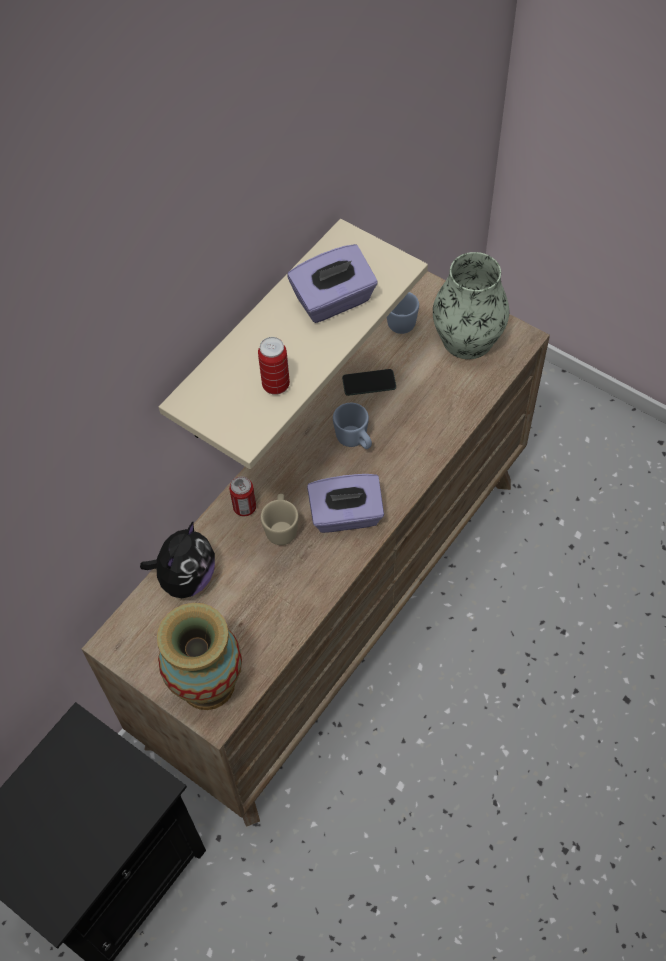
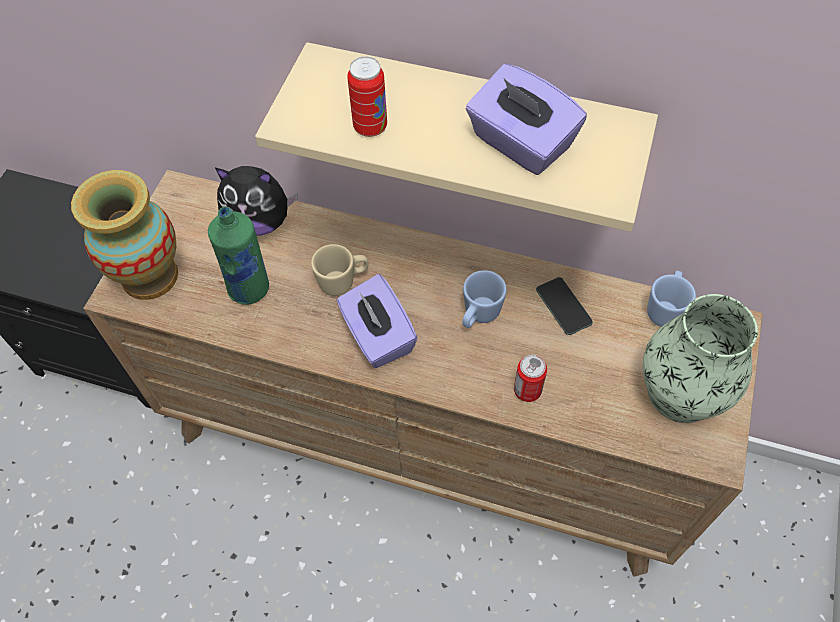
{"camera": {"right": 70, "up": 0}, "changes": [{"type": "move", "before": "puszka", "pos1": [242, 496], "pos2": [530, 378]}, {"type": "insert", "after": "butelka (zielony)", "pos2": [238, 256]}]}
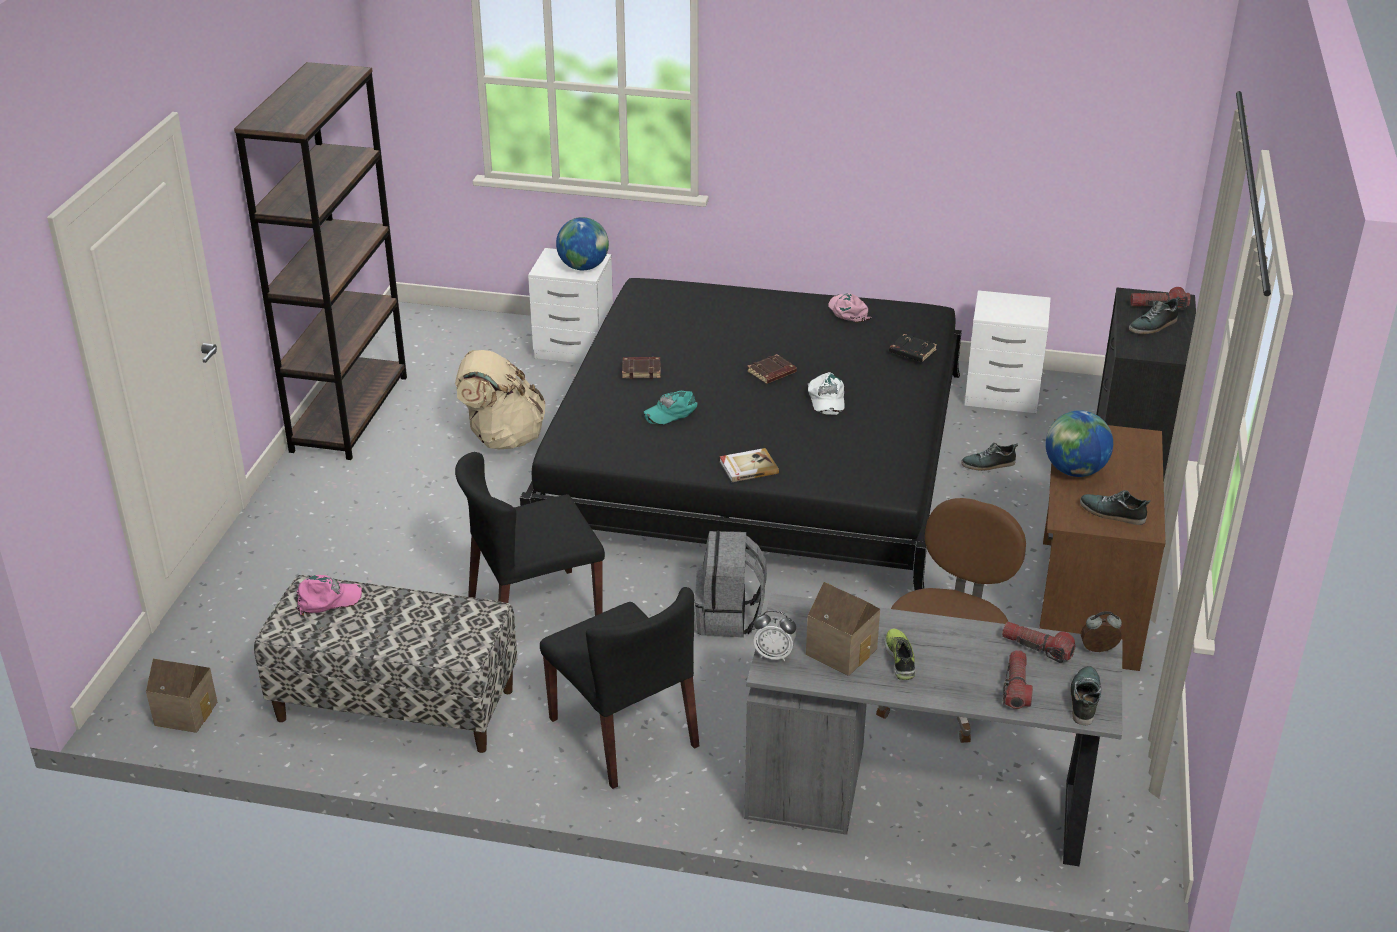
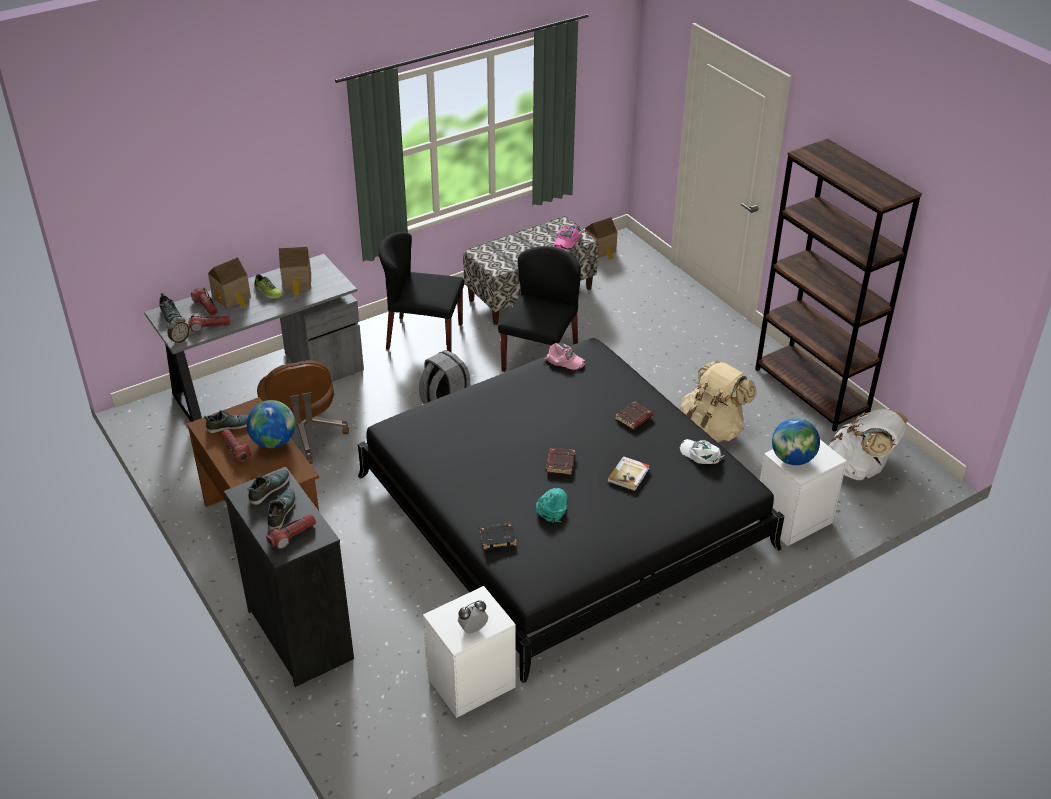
{"camera": {"right": 135, "up": 5}, "changes": [{"type": "move", "before": "czapka z daszkiem (turkusowy)", "pos1": [670, 408], "pos2": [552, 505]}, {"type": "move", "before": "książka", "pos1": [749, 465], "pos2": [628, 473]}, {"type": "move", "before": "budzik", "pos1": [774, 636], "pos2": [473, 617]}, {"type": "move", "before": "czapka z daszkiem (biały)", "pos1": [826, 393], "pos2": [702, 451]}, {"type": "move", "before": "czapka z daszkiem (różowy)", "pos1": [850, 307], "pos2": [565, 356]}, {"type": "move", "before": "but", "pos1": [989, 457], "pos2": [268, 487]}, {"type": "insert", "after": "domek", "pos2": [229, 282]}, {"type": "insert", "after": "latarka", "pos2": [236, 445]}, {"type": "insert", "after": "plecak (biały)", "pos2": [868, 444]}]}
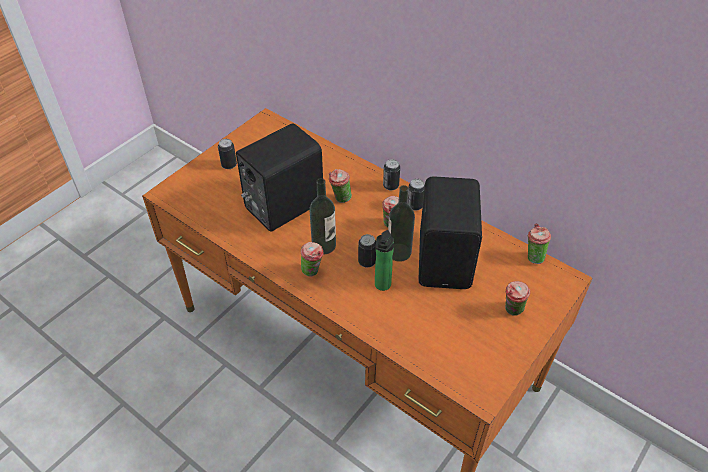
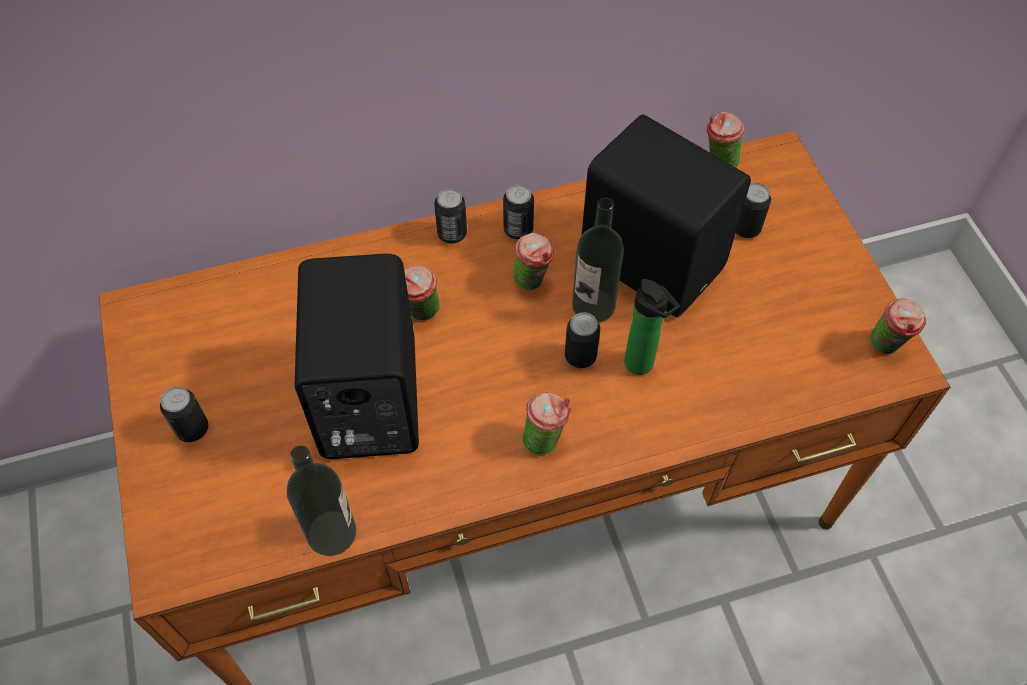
{"camera": {"right": -55, "up": 10}, "changes": [{"type": "move", "before": "butelka", "pos1": [322, 216], "pos2": [321, 501]}, {"type": "move", "before": "filiżanka", "pos1": [517, 298], "pos2": [898, 326]}, {"type": "insert", "after": "puszka", "pos2": [753, 210]}]}
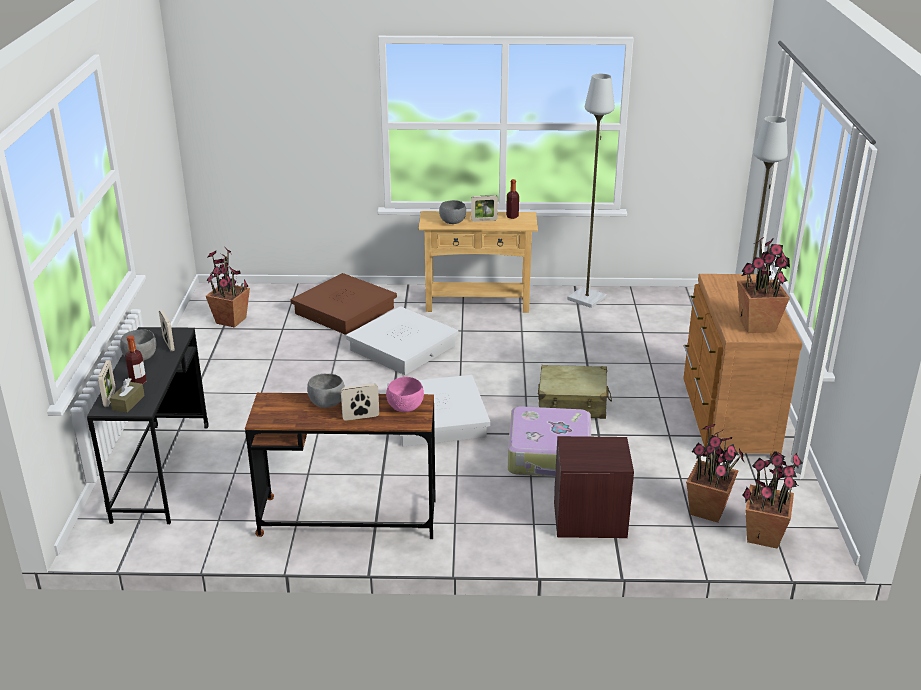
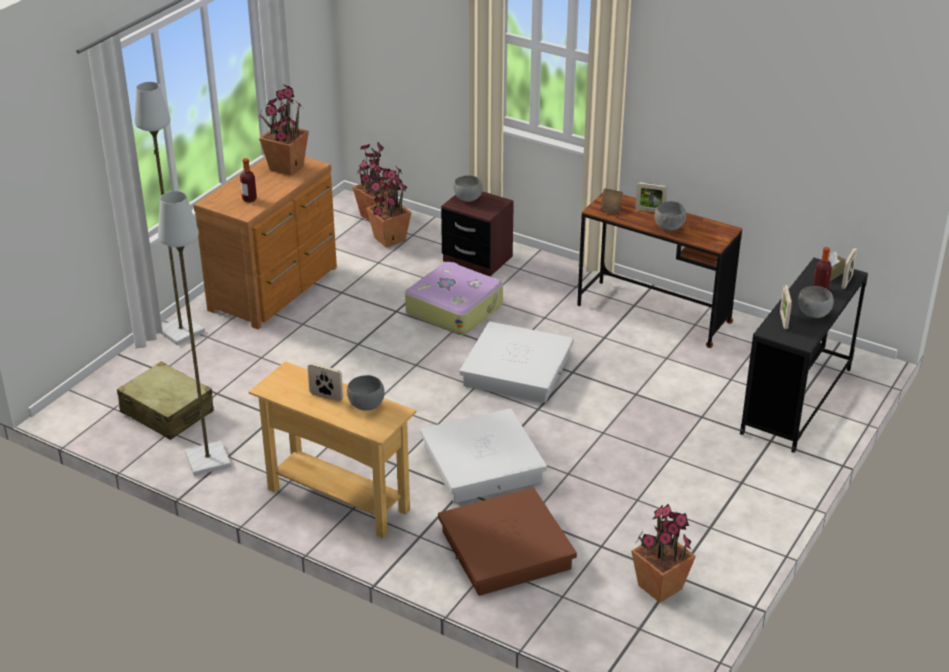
{"camera": {"right": -150, "up": 5}, "changes": [{"type": "replace", "before": "miska (różowy)", "after": "książka (brązowy)", "pos1": [405, 394], "pos2": [612, 201]}, {"type": "move", "before": "butelka", "pos1": [512, 199], "pos2": [248, 180]}, {"type": "move", "before": "walizka (beżowy)", "pos1": [575, 392], "pos2": [165, 400]}, {"type": "insert", "after": "miska (szary)", "pos2": [468, 188]}]}
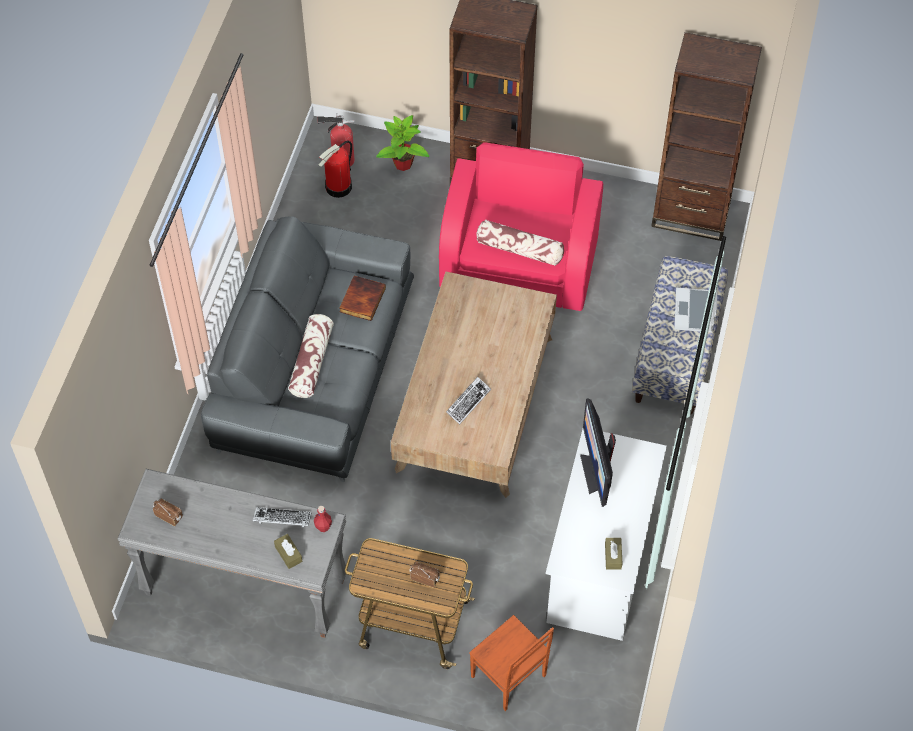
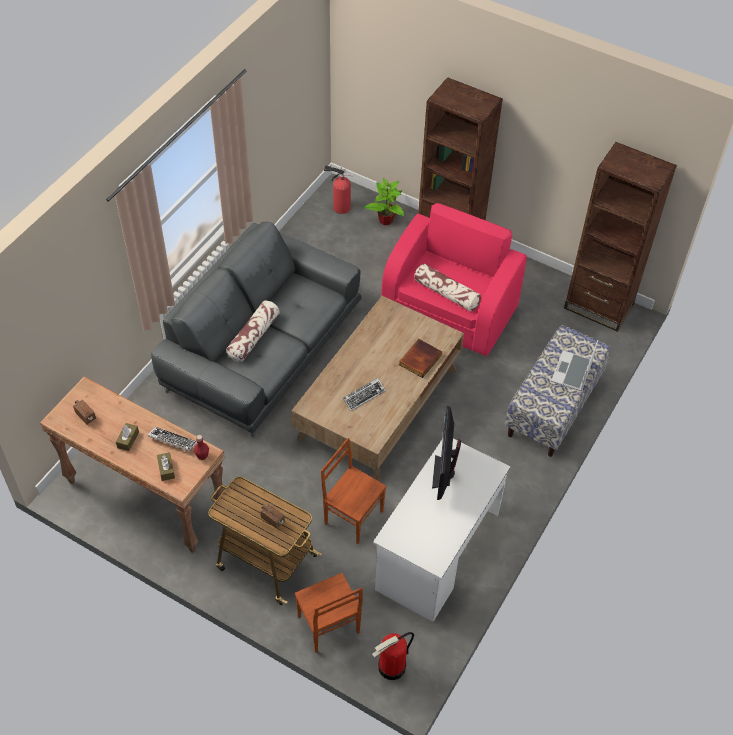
{"camera": {"right": 15, "up": -5}, "changes": [{"type": "recolor", "before": "stolik konsolowy (szary)", "after": "stolik konsolowy (brązowy)", "pos1": [233, 553], "pos2": [132, 465]}, {"type": "move", "before": "gaśnica", "pos1": [335, 169], "pos2": [393, 656]}, {"type": "move", "before": "książka", "pos1": [362, 298], "pos2": [420, 358]}, {"type": "move", "before": "pudełko chusteczek (brązowy)", "pos1": [613, 553], "pos2": [127, 437]}, {"type": "insert", "after": "krzesło (brązowy)", "pos2": [354, 491]}]}
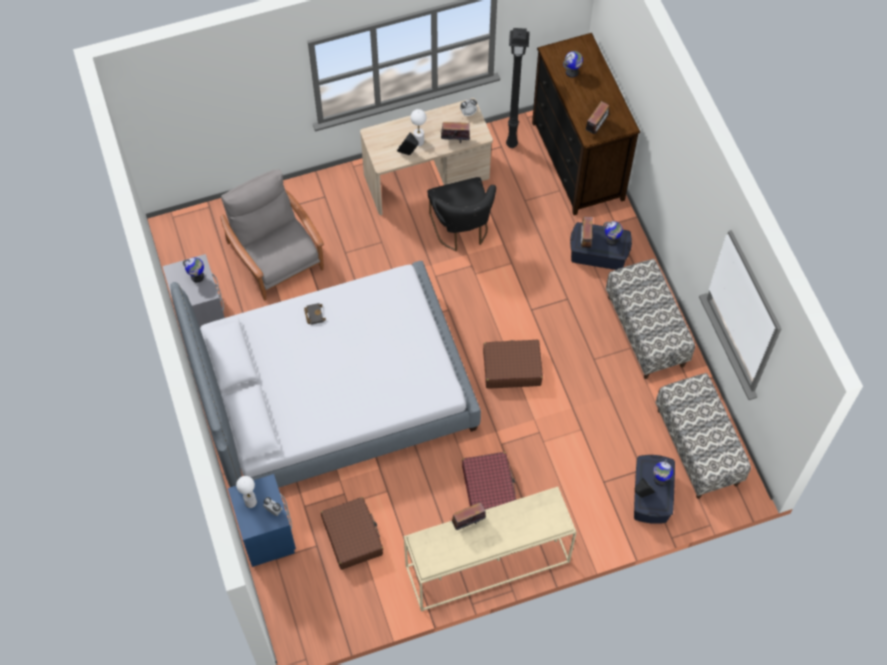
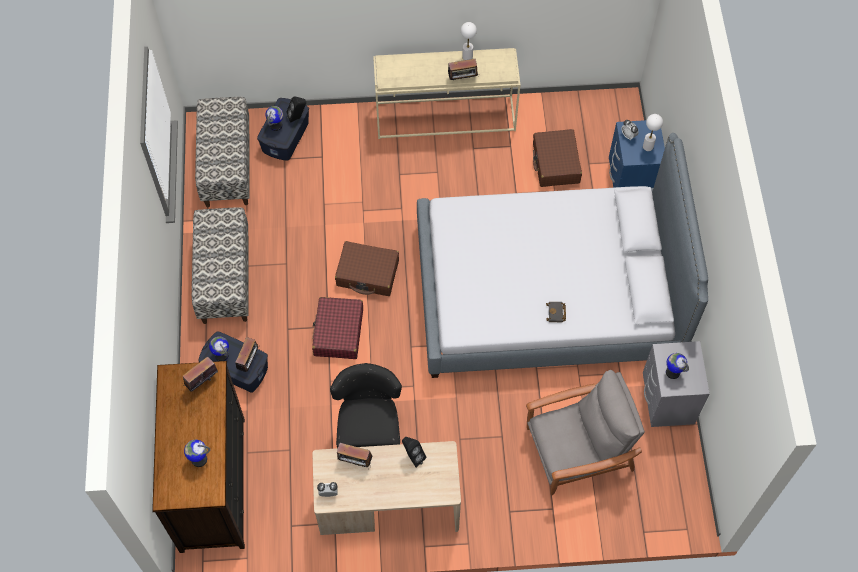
{"camera": {"right": -165, "up": 0}, "changes": [{"type": "rotate", "before": "fotel (szary)", "pos1": [272, 234], "pos2": [585, 432], "turn": -90}, {"type": "move", "before": "lampa stołowa (biały)", "pos1": [418, 127], "pos2": [469, 41]}, {"type": "move", "before": "walizka (czerwony)", "pos1": [489, 481], "pos2": [337, 328]}, {"type": "delete", "before": "lampa stojąca (czarny)", "pos1": [518, 88]}]}
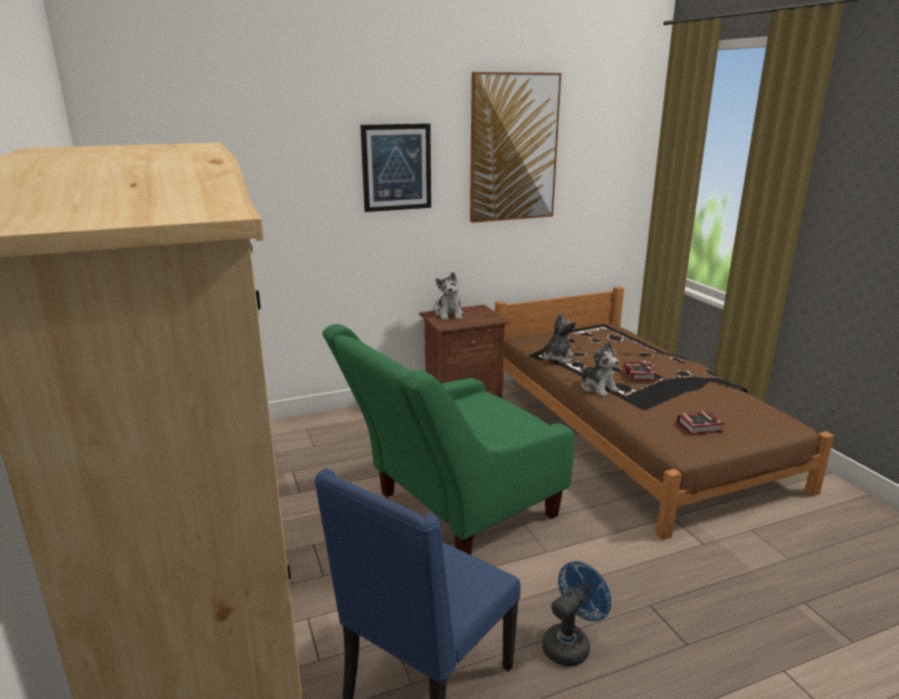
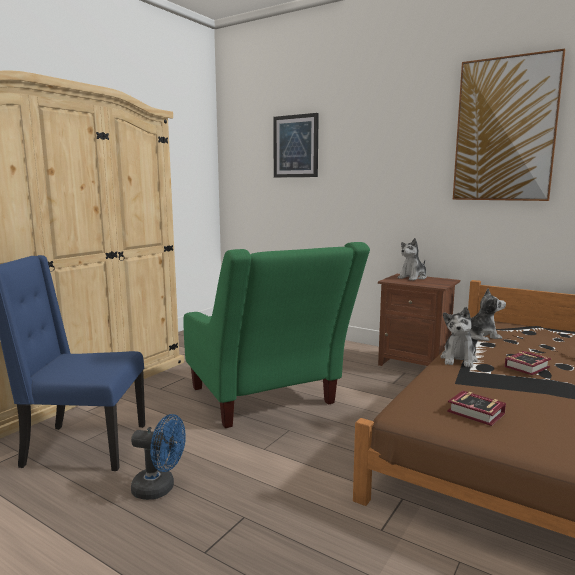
{"camera": {"right": 55, "up": -10}, "changes": [{"type": "rotate", "before": "fotel (zielony)", "pos1": [448, 439], "pos2": [277, 335], "turn": -135}, {"type": "move", "before": "obraz", "pos1": [395, 167], "pos2": [296, 145]}]}
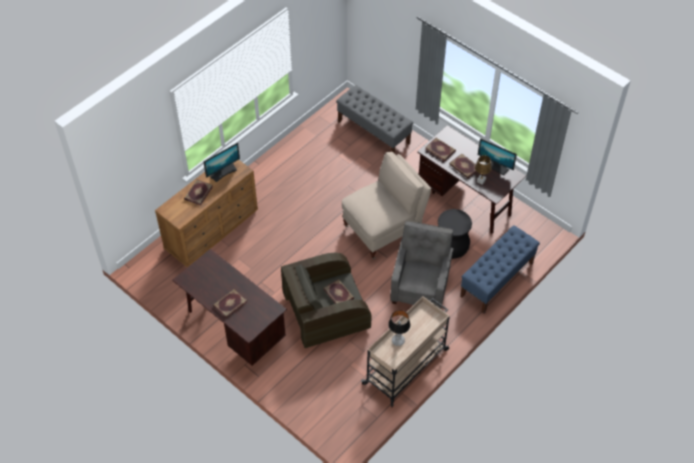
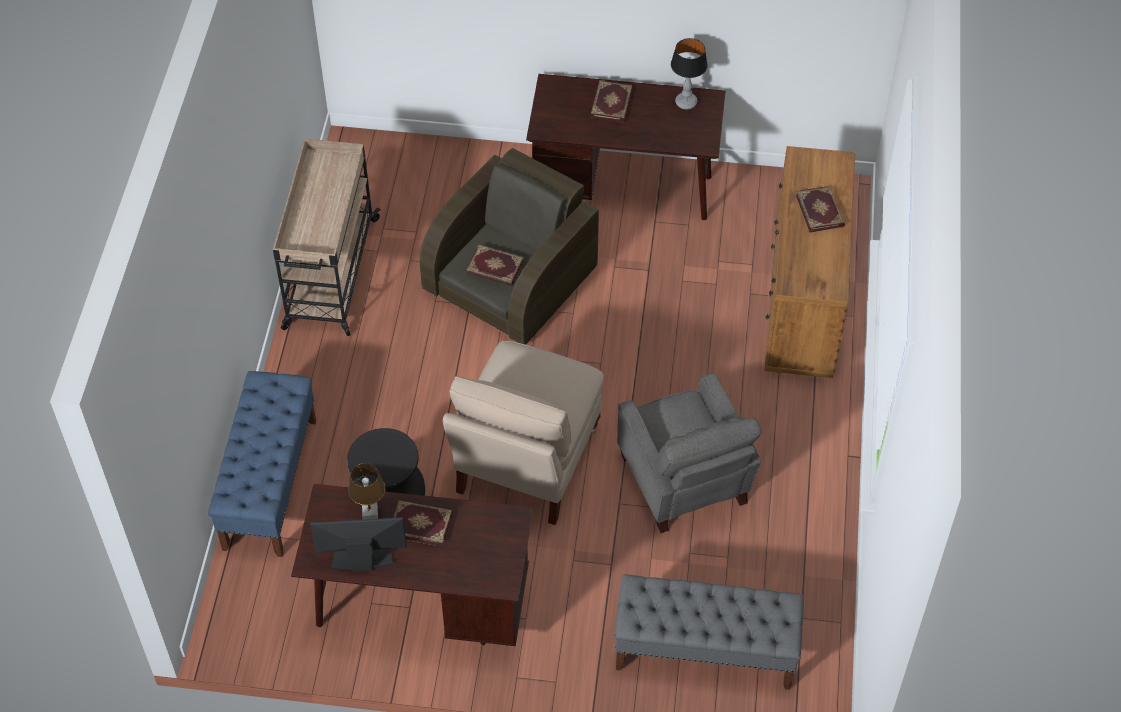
{"camera": {"right": 145, "up": 0}, "changes": [{"type": "delete", "before": "monitor", "pos1": [222, 162]}, {"type": "move", "before": "lampa stołowa", "pos1": [399, 328], "pos2": [689, 73]}, {"type": "move", "before": "fotel (szary)", "pos1": [422, 265], "pos2": [689, 453]}, {"type": "delete", "before": "książka", "pos1": [440, 150]}]}
